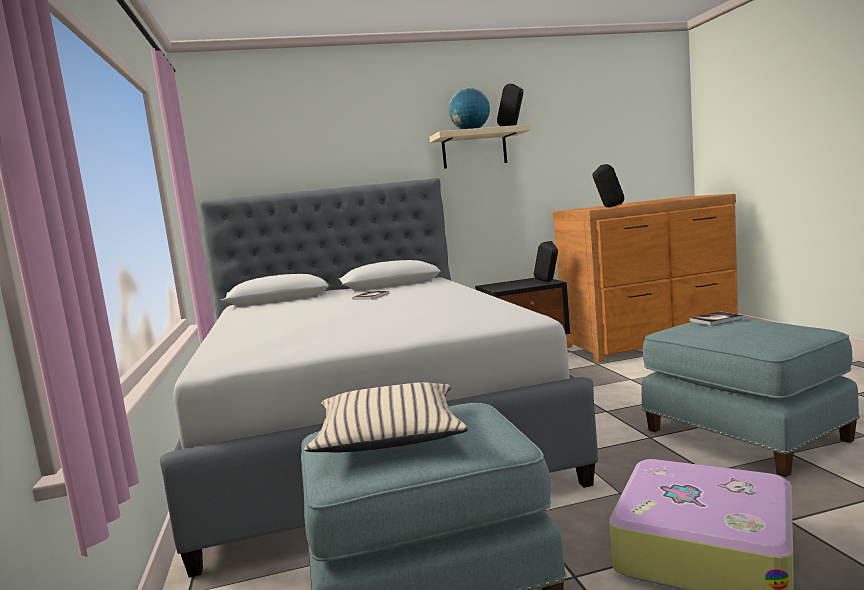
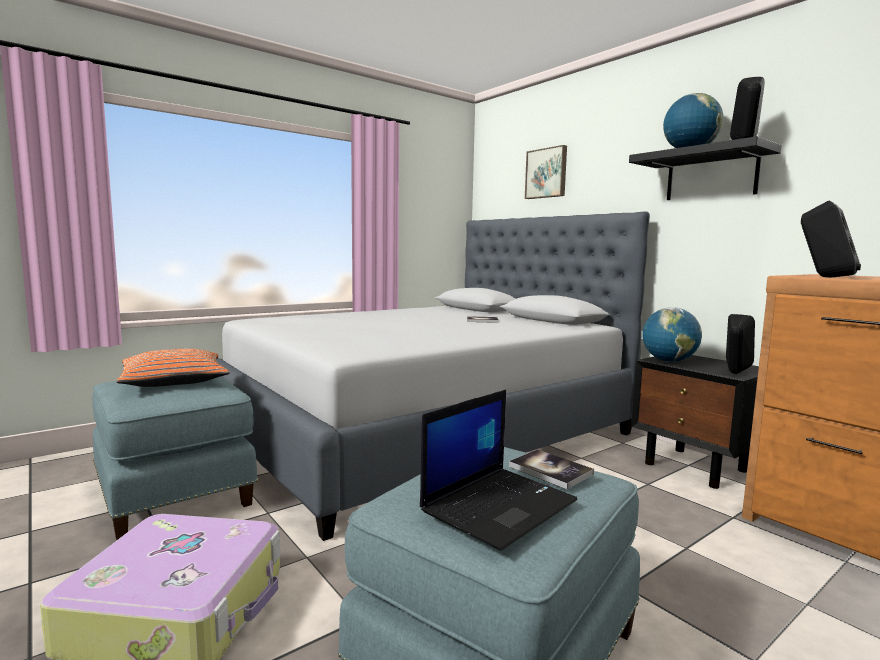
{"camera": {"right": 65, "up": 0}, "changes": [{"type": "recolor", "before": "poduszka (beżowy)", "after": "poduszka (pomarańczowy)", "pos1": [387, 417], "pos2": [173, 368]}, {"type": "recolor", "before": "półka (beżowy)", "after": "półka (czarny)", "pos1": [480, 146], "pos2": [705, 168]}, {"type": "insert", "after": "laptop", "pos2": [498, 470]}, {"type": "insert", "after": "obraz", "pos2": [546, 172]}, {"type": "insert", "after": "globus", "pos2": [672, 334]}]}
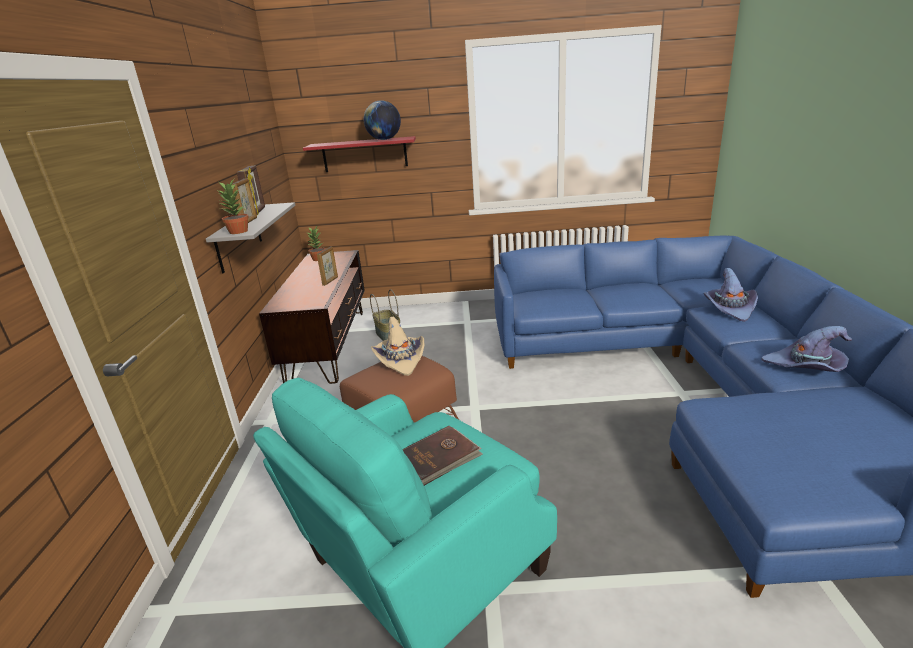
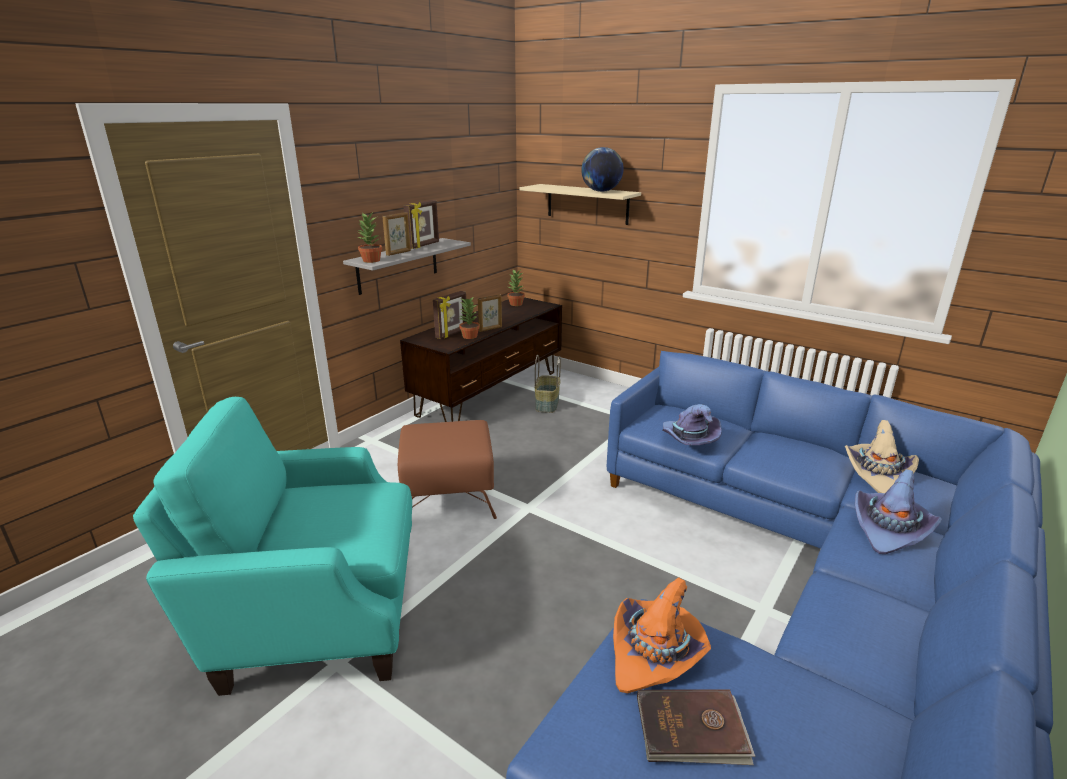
{"camera": {"right": 35, "up": 0}, "changes": [{"type": "recolor", "before": "półka (czerwony)", "after": "półka (beżowy)", "pos1": [359, 154], "pos2": [580, 204]}, {"type": "move", "before": "kapelusz (beżowy)", "pos1": [397, 346], "pos2": [882, 456]}, {"type": "move", "before": "książka (brązowy)", "pos1": [443, 455], "pos2": [696, 727]}, {"type": "move", "before": "kapelusz (fioletowy)", "pos1": [807, 349], "pos2": [692, 424]}, {"type": "insert", "after": "ramka na zdjęcie", "pos2": [450, 315]}, {"type": "insert", "after": "roślina doniczkowa", "pos2": [469, 318]}, {"type": "insert", "after": "kapelusz (pomarańczowy)", "pos2": [662, 635]}]}
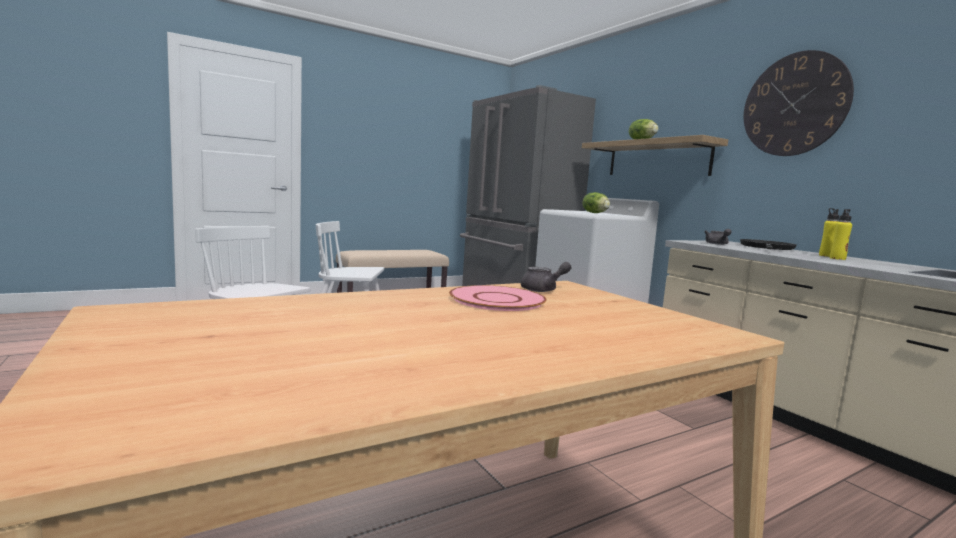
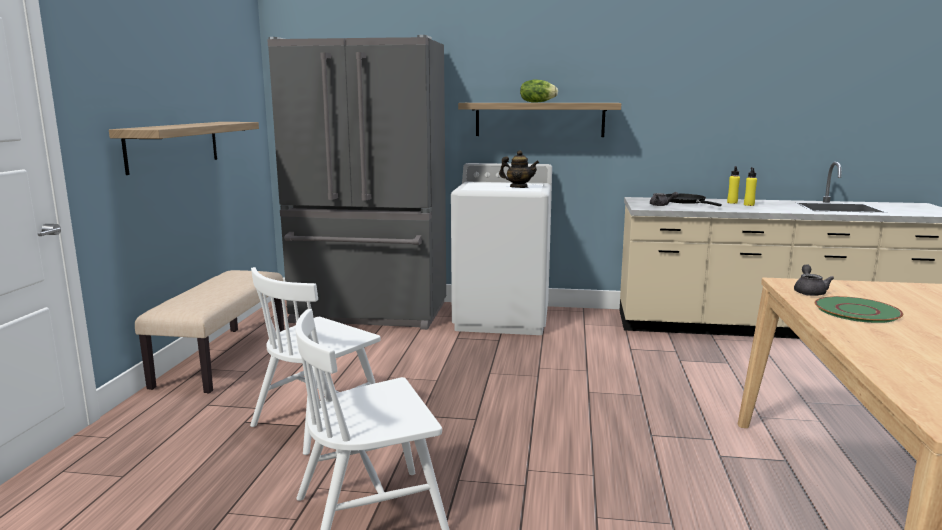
{"camera": {"right": -50, "up": 5}, "changes": [{"type": "recolor", "before": "talerz (różowy)", "after": "talerz (zielony)", "pos1": [498, 298], "pos2": [859, 309]}, {"type": "replace", "before": "sałata", "after": "imbryk", "pos1": [596, 202], "pos2": [519, 169]}, {"type": "delete", "before": "zegar ścienny", "pos1": [799, 103]}, {"type": "insert", "after": "półka", "pos2": [184, 148]}]}
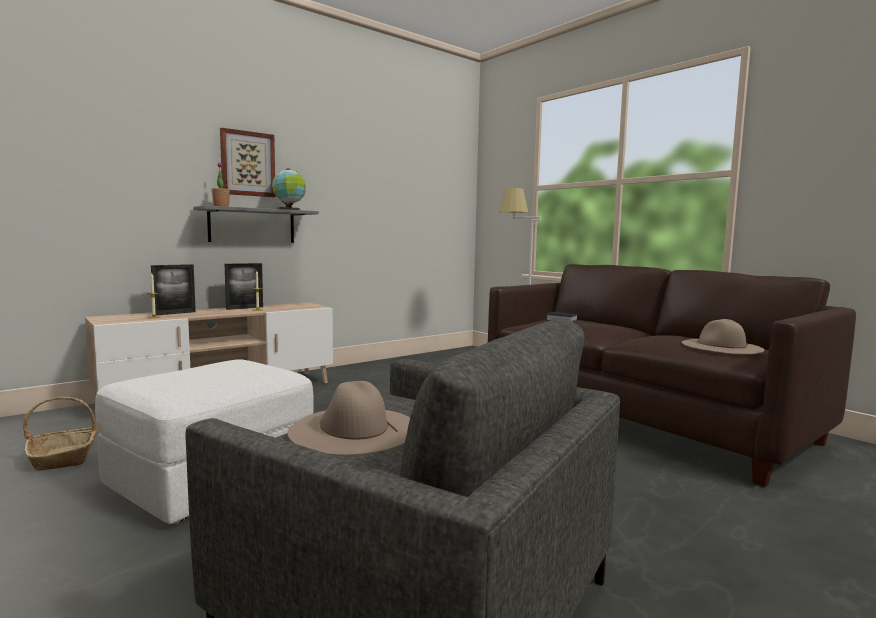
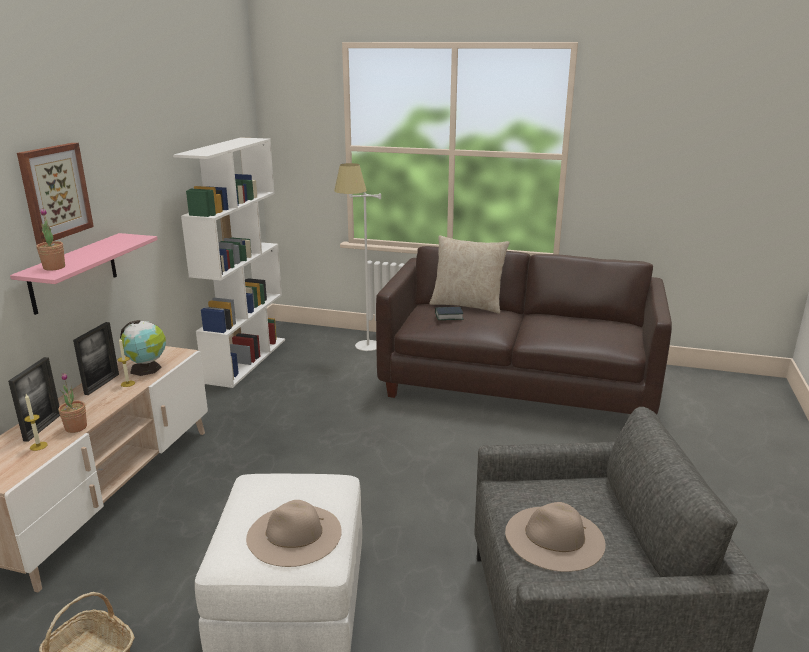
{"camera": {"right": -35, "up": 15}, "changes": [{"type": "recolor", "before": "półka (szary)", "after": "półka (różowy)", "pos1": [256, 224], "pos2": [84, 274]}, {"type": "move", "before": "globus", "pos1": [289, 189], "pos2": [143, 348]}, {"type": "move", "before": "kapelusz (beżowy)", "pos1": [723, 336], "pos2": [294, 533]}, {"type": "insert", "after": "roślina doniczkowa", "pos2": [72, 403]}, {"type": "insert", "after": "regał (biały)", "pos2": [229, 262]}, {"type": "insert", "after": "poduszka (beżowy)", "pos2": [470, 274]}]}
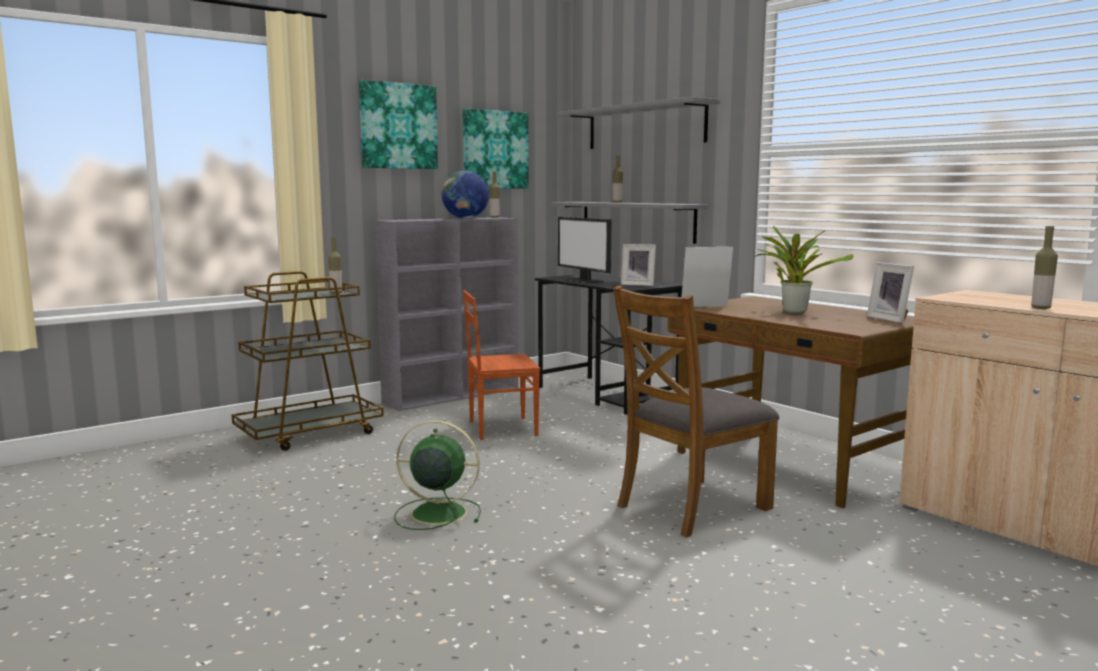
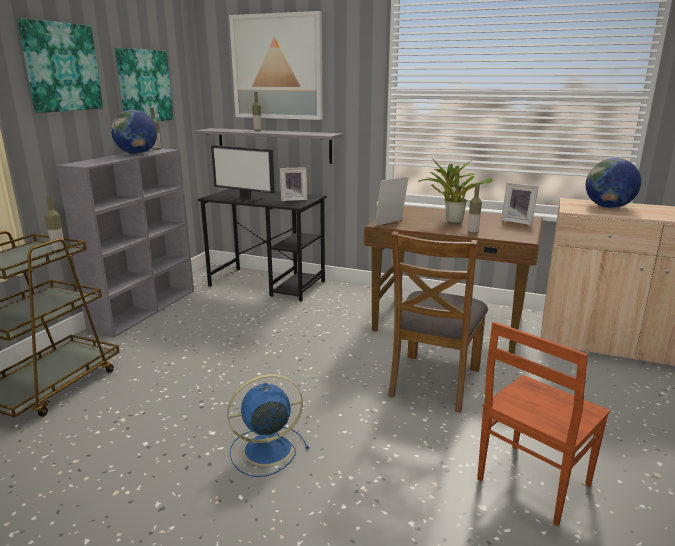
{"camera": {"right": -30, "up": 10}, "changes": [{"type": "recolor", "before": "wentylator (zielony)", "after": "wentylator (niebieski)", "pos1": [437, 475], "pos2": [268, 425]}, {"type": "move", "before": "krzesło (brązowy)", "pos1": [501, 365], "pos2": [543, 424]}, {"type": "replace", "before": "półka (szary)", "after": "obraz", "pos1": [638, 122], "pos2": [276, 65]}, {"type": "move", "before": "butelka", "pos1": [1044, 267], "pos2": [475, 209]}, {"type": "insert", "after": "globus", "pos2": [613, 183]}]}
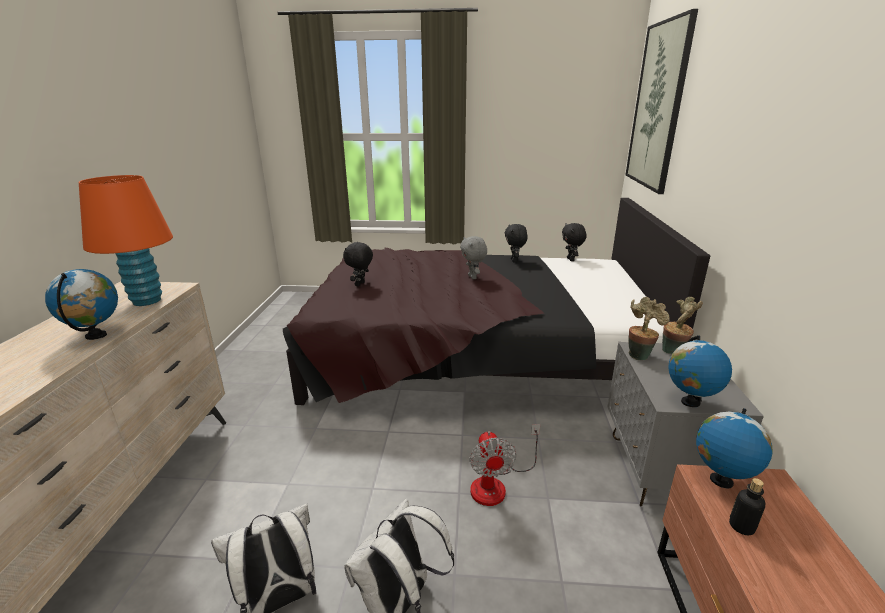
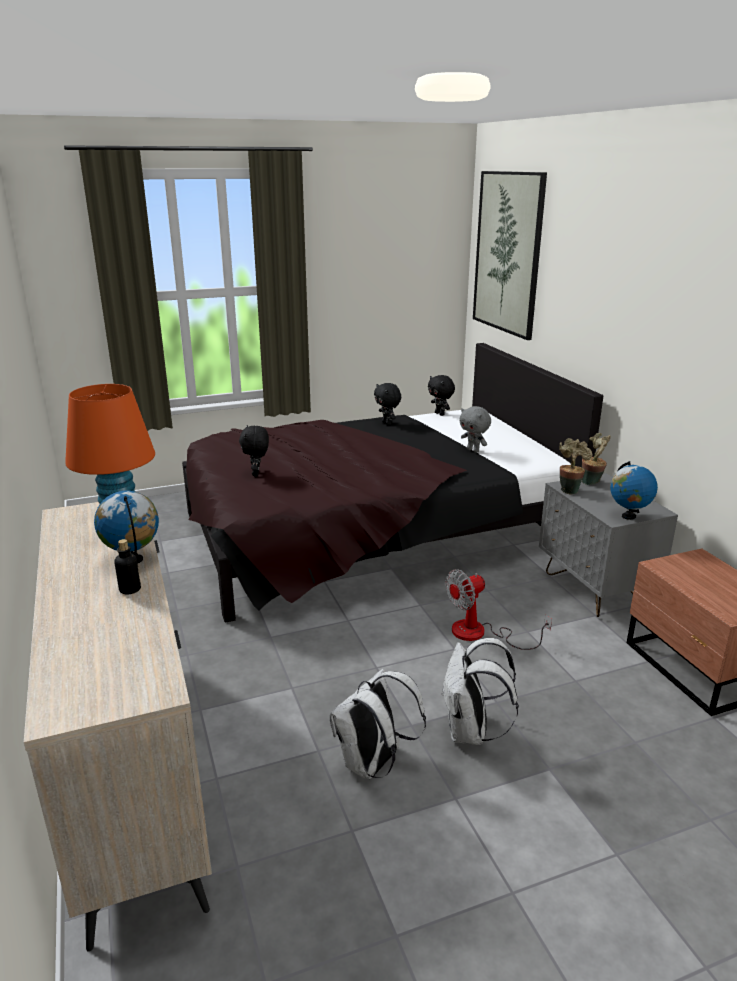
{"camera": {"right": -25, "up": 0}, "changes": [{"type": "move", "before": "pluszak (szary)", "pos1": [473, 257], "pos2": [475, 429]}, {"type": "rotate", "before": "wentylator", "pos1": [504, 465], "pos2": [498, 609], "turn": 90}, {"type": "delete", "before": "globus", "pos1": [734, 448]}, {"type": "move", "before": "butelka", "pos1": [747, 506], "pos2": [128, 566]}]}
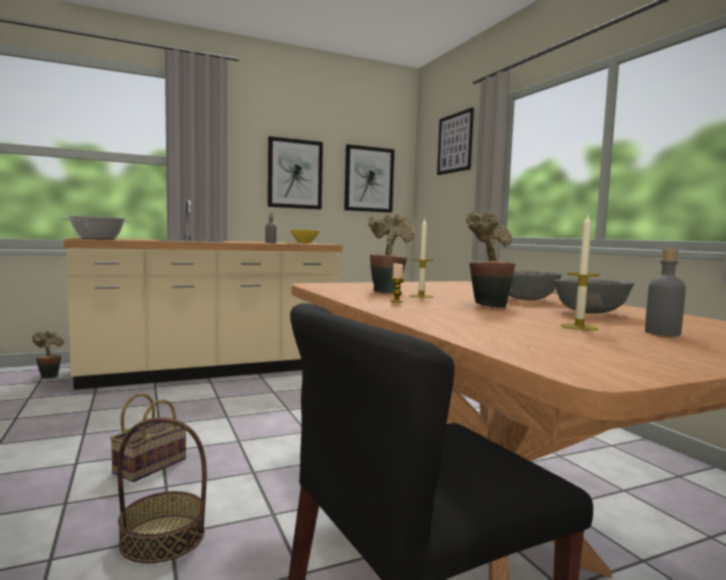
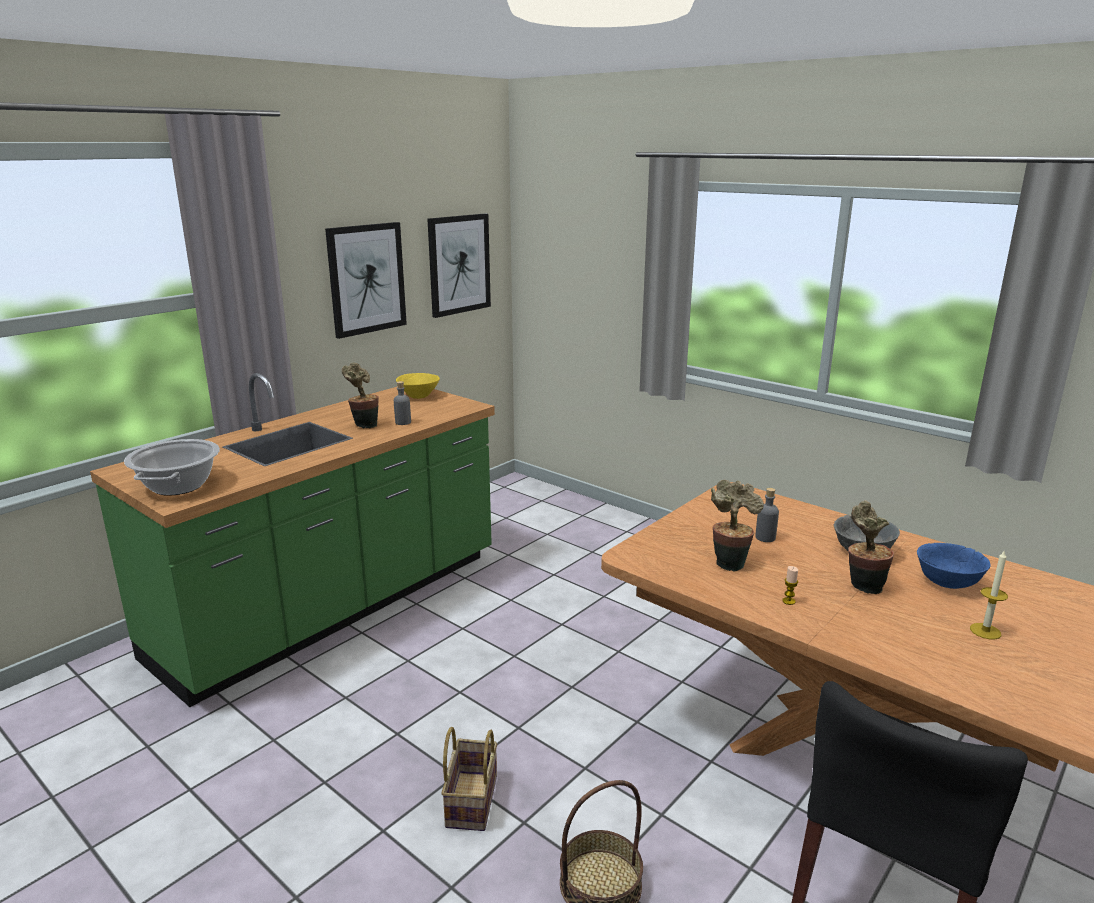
{"camera": {"right": -25, "up": 15}, "changes": [{"type": "move", "before": "roślina doniczkowa", "pos1": [48, 355], "pos2": [360, 395]}, {"type": "recolor", "before": "zabudowa kuchenna (beżowy)", "after": "zabudowa kuchenna (zielony)", "pos1": [203, 295], "pos2": [292, 540]}, {"type": "delete", "before": "świeca", "pos1": [421, 258]}, {"type": "delete", "before": "obraz", "pos1": [455, 141]}, {"type": "recolor", "before": "miska (szary)", "after": "miska (niebieski)", "pos1": [594, 296], "pos2": [954, 566]}, {"type": "move", "before": "butelka (szary)", "pos1": [665, 292], "pos2": [767, 515]}]}
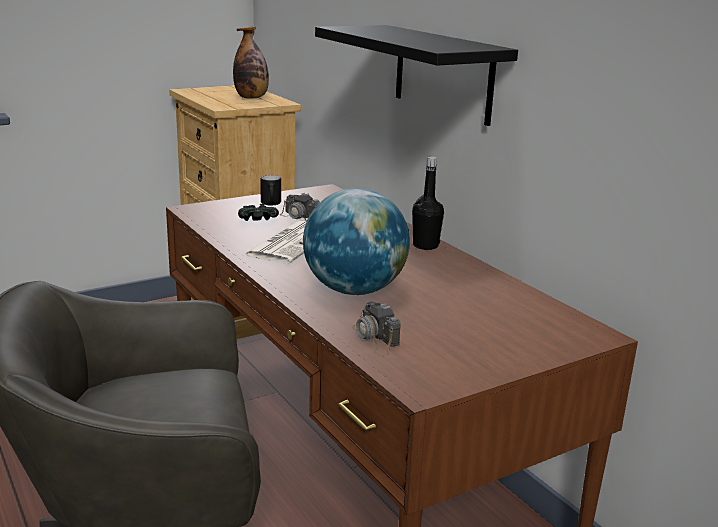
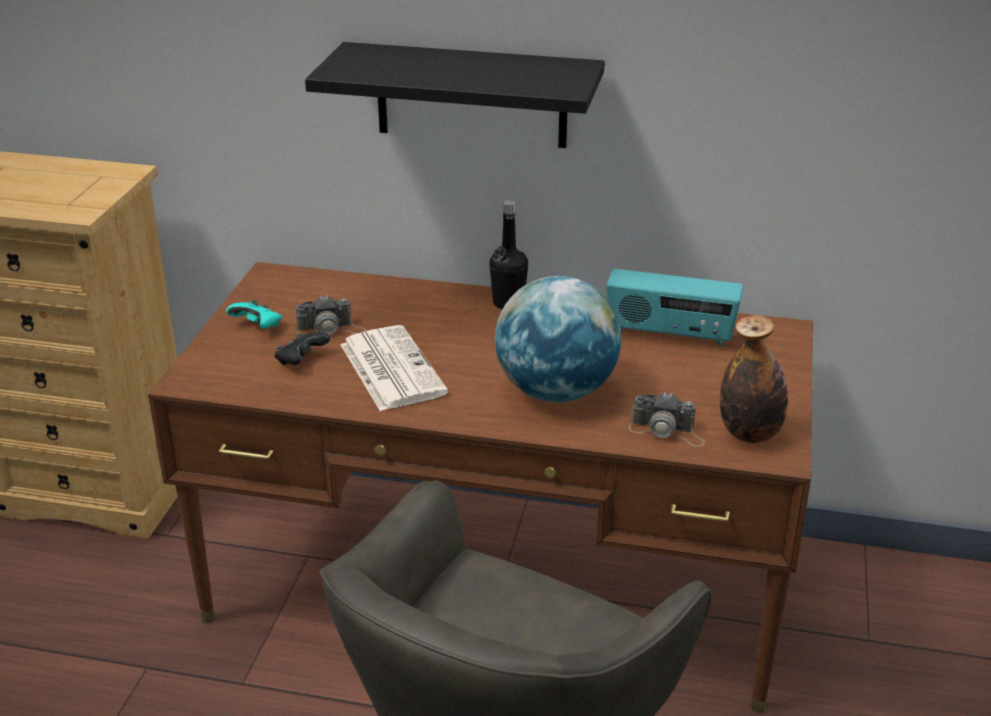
{"camera": {"right": -45, "up": 10}, "changes": [{"type": "move", "before": "butelka", "pos1": [251, 62], "pos2": [754, 379]}, {"type": "replace", "before": "kubek (czarny)", "after": "pad do gier (turkusowy)", "pos1": [270, 190], "pos2": [254, 314]}, {"type": "insert", "after": "radio", "pos2": [674, 307]}]}
